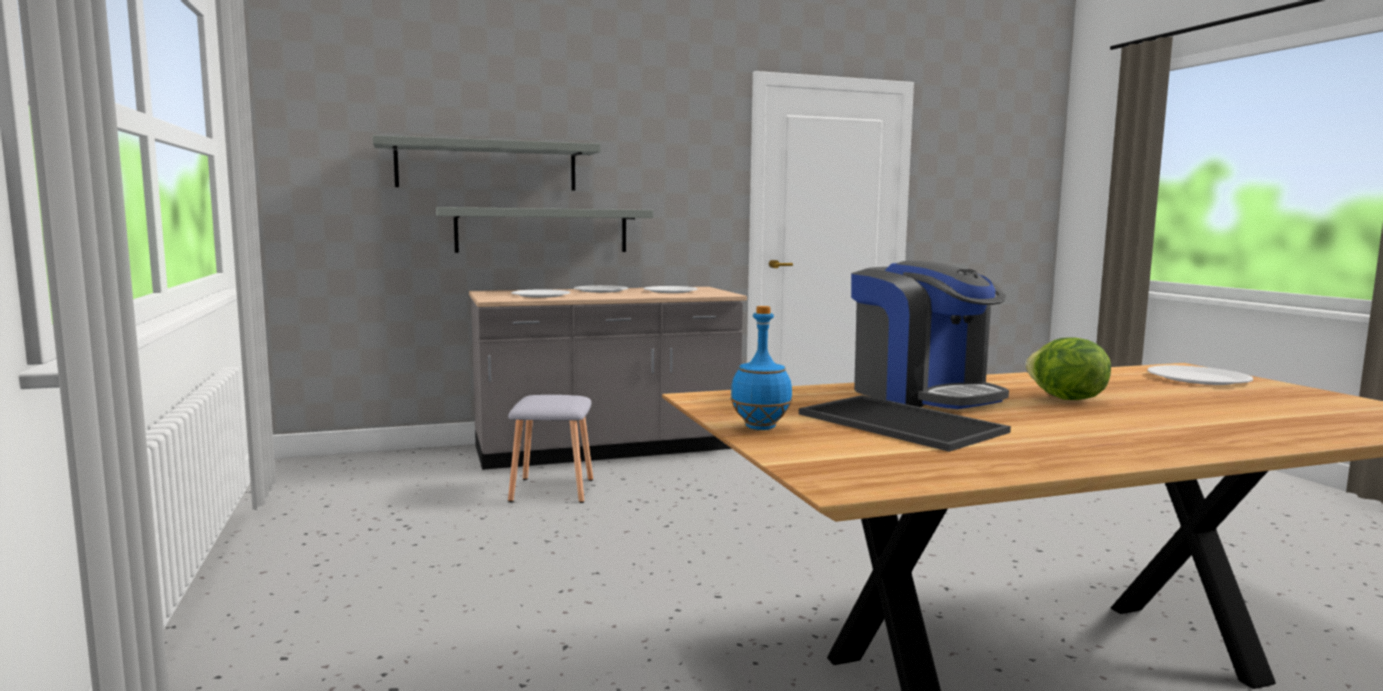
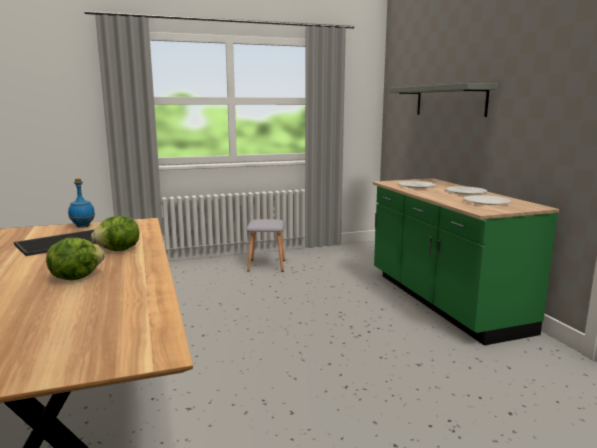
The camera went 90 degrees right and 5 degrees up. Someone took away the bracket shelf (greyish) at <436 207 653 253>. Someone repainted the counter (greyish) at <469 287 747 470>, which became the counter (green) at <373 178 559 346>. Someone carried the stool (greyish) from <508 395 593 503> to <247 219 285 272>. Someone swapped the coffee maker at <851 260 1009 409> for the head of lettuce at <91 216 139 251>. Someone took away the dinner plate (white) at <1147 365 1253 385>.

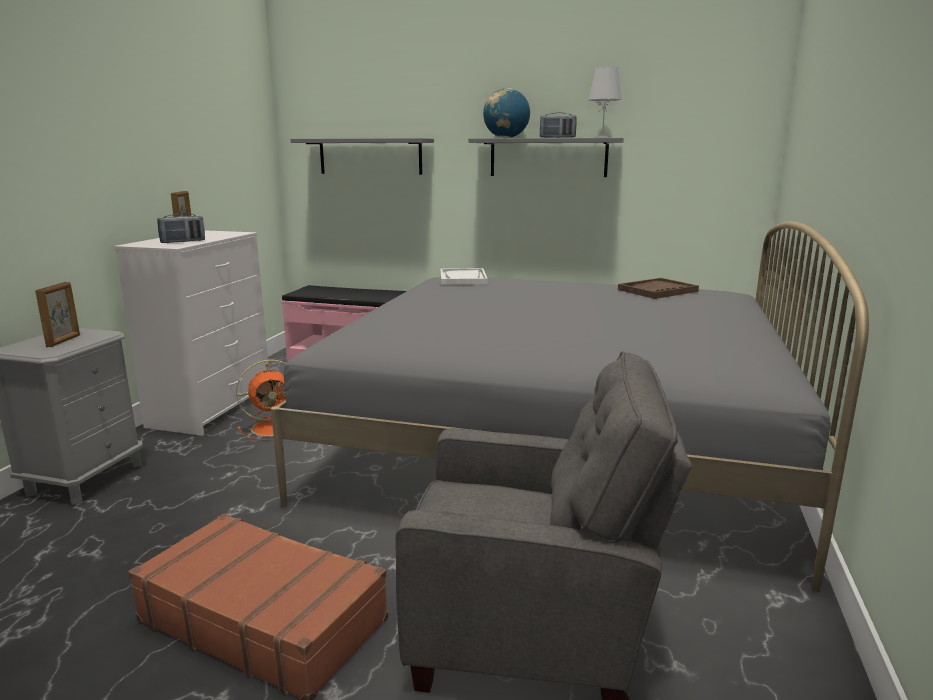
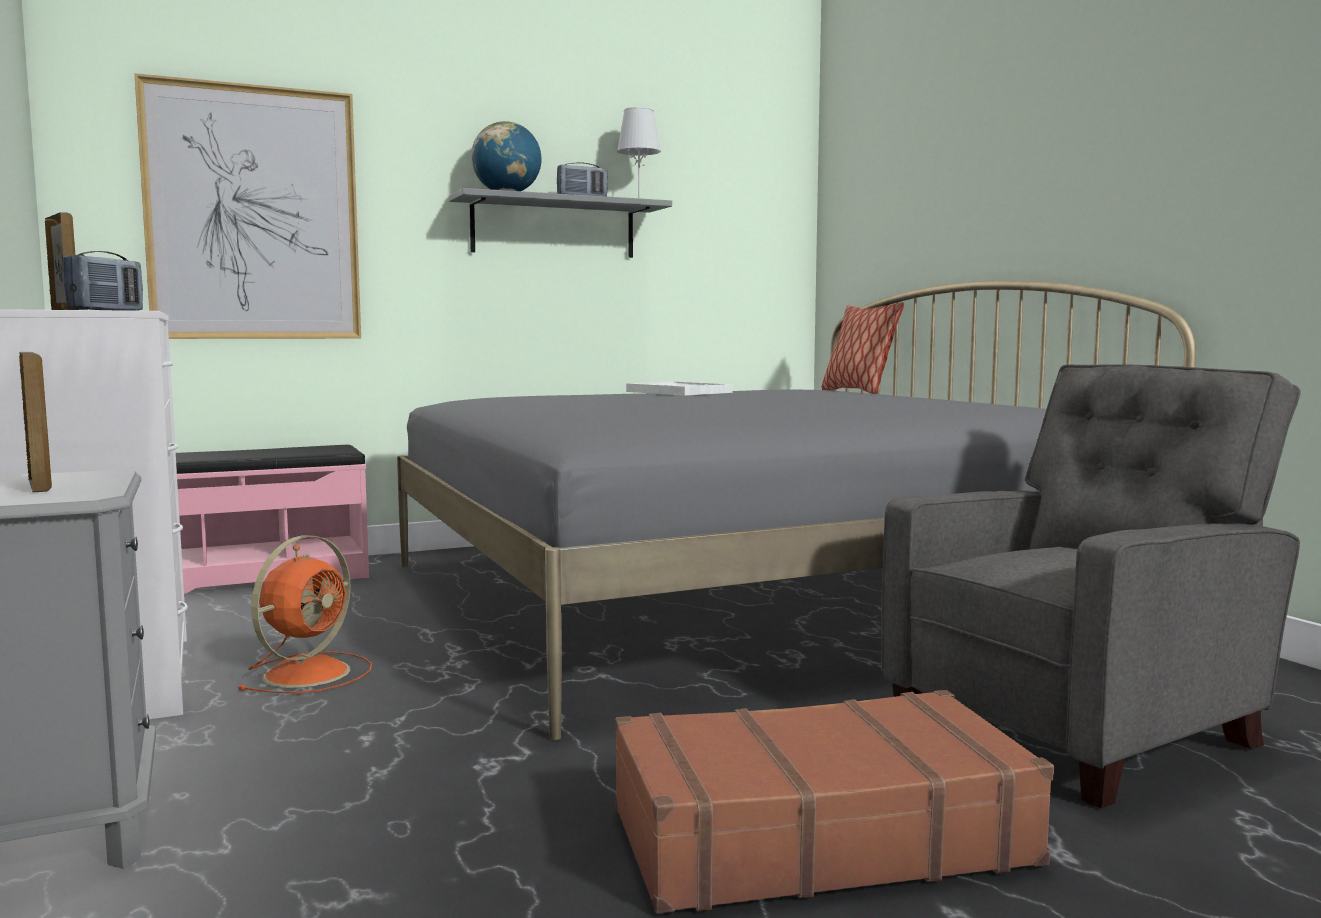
The camera went 40 degrees left and 10 degrees down. Someone swapped the bracket shelf (greyish) at <291 138 434 175> for the picture at <134 73 361 339>. Someone carried the tray (white) from <440 268 488 285> to <626 381 733 396>. Someone took away the tray (brown) at <618 278 699 299>. Someone put down the cushion at <821 302 904 394>.

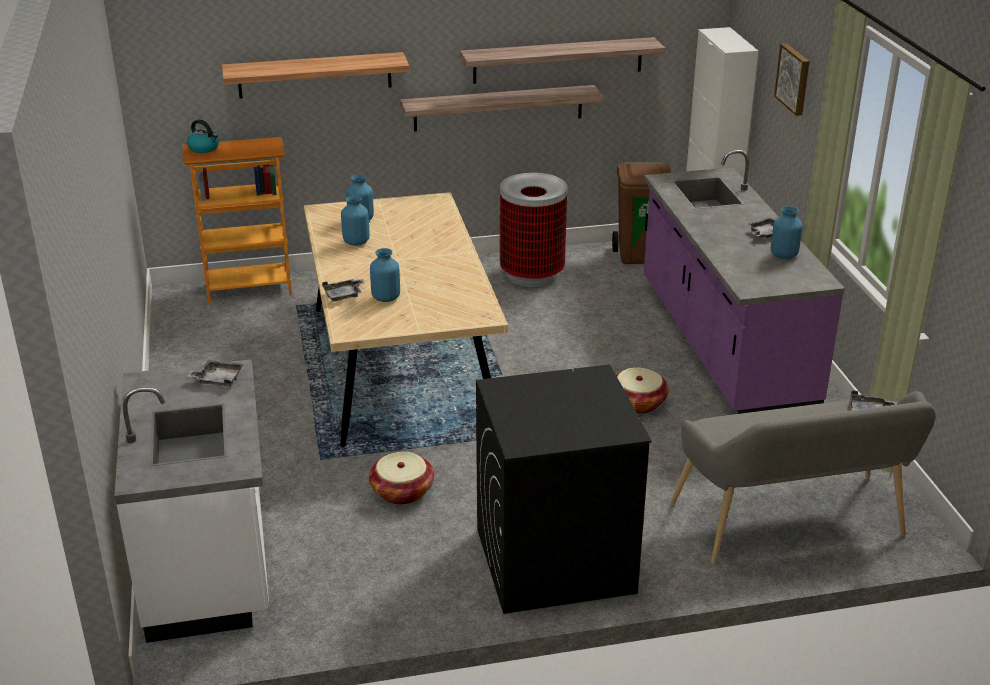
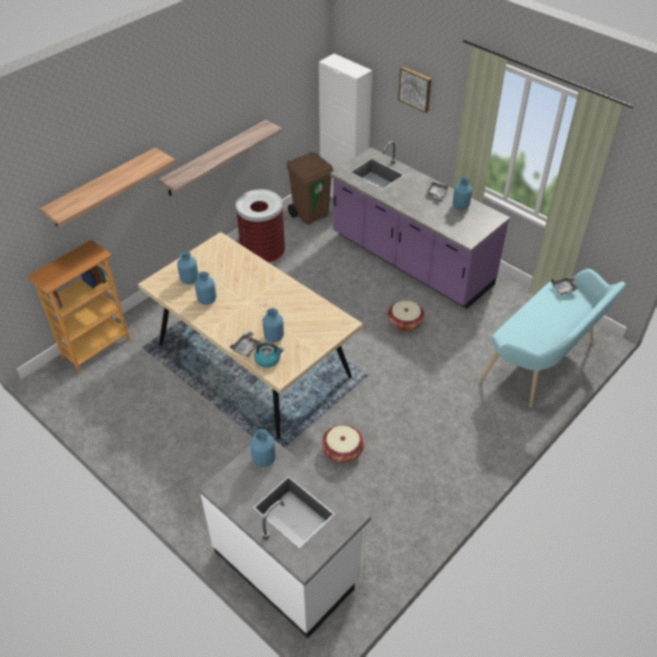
The camera went 35 degrees left and 15 degrees up. Someone carried the water kettle from <187 119 219 153> to <254 342 284 368>. Someone swapped the tray (greyish) at <187 360 244 387> for the flower vase (blue) at <250 429 276 467>. Someone took away the bracket shelf at <460 37 665 84>. Someone took away the washing machine (black-coloured) at <476 364 651 614>. Someone repainted the bench (greyish) at <670 391 936 564>, which became the bench (turquoise) at <480 269 626 408>.

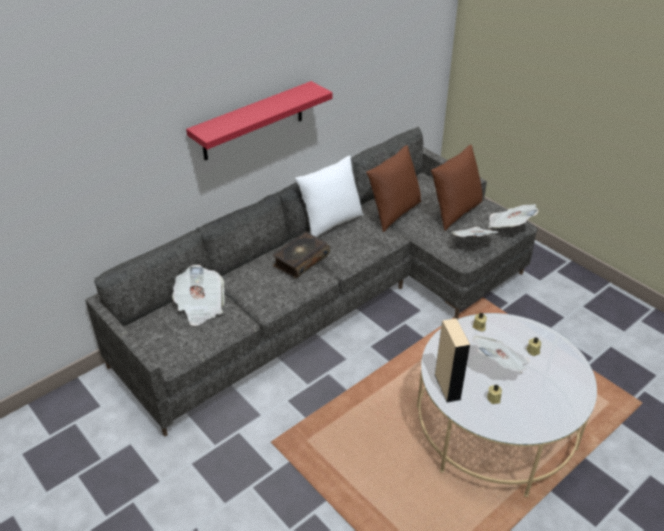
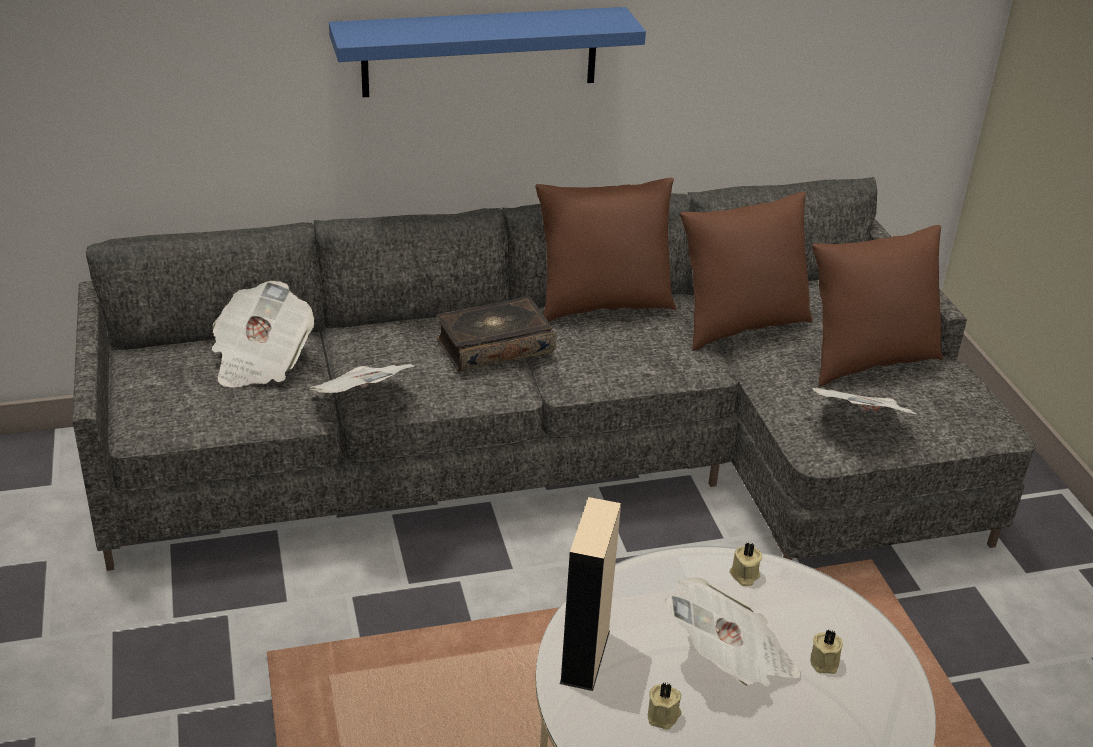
The camera went 25 degrees right and 5 degrees down. Someone repainted the bracket shelf (reddish) at <186 81 333 160>, which became the bracket shelf (blue) at <329 7 646 97>. Someone repainted the cushion (white) at <295 156 364 237>, which became the cushion (brown) at <535 178 676 322>. Someone carried the newspaper from <488 204 539 228> to <310 364 414 393>.

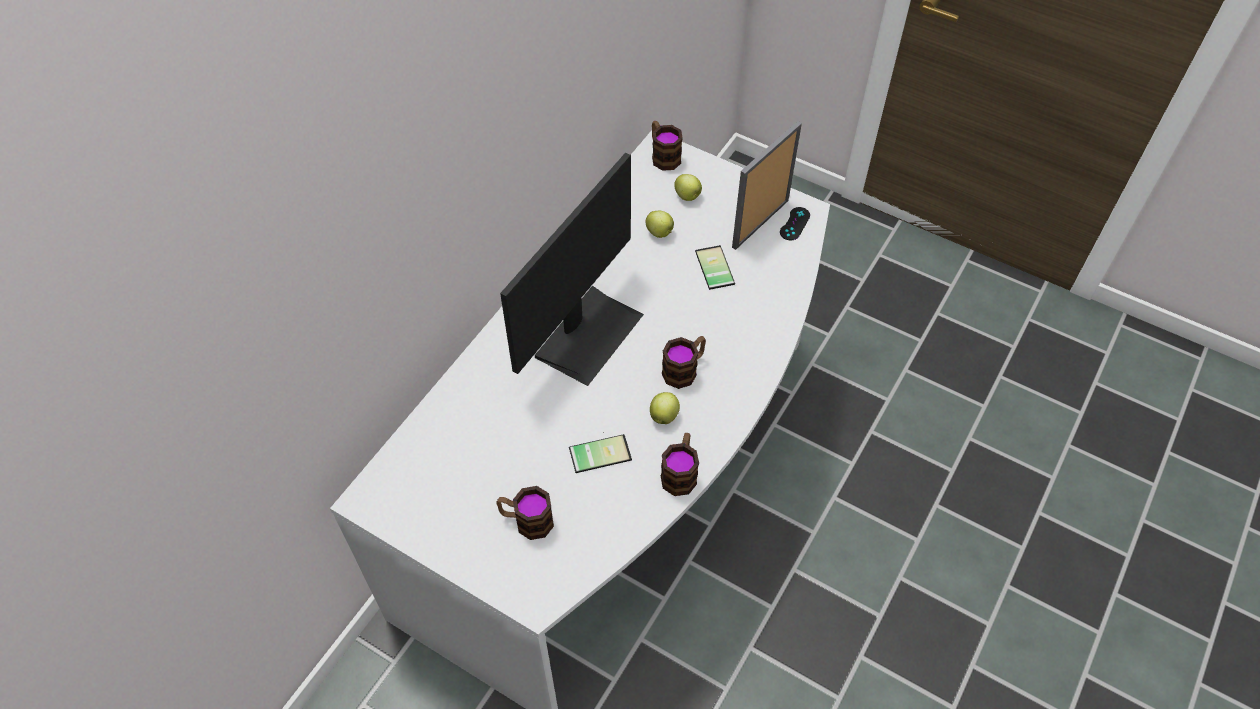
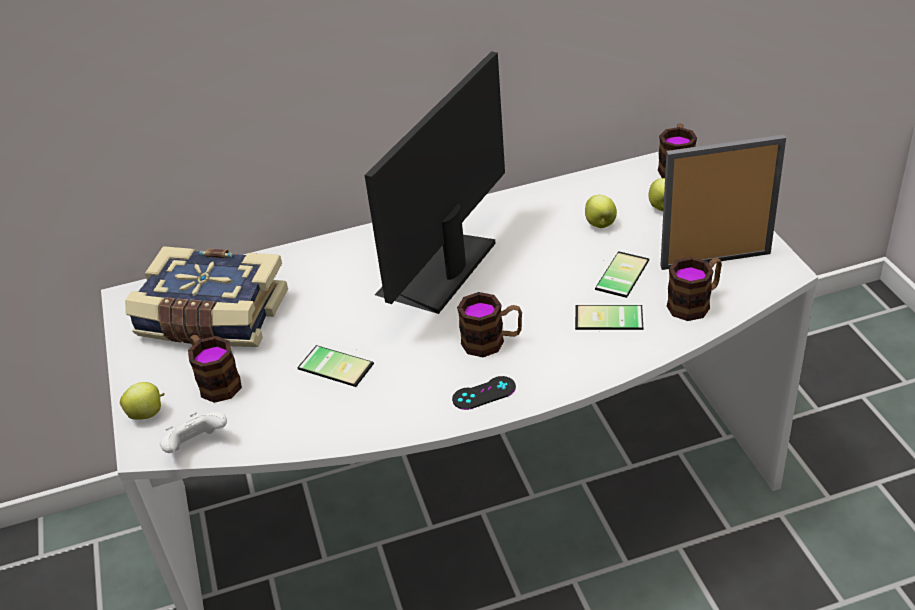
The camera went 45 degrees right and 15 degrees down. Someone rotated the computer display at <500 153 644 386> by 135 degrees clockwise. Someone carried the whole apple from <650 392 680 424> to <120 382 165 420>. Someone carried the coffee mug from <661 433 699 496> to <667 257 722 321>. Someone carried the joypad (black-coloured) from <780 207 810 240> to <452 376 516 410>. Someone put down the bound book at <125 246 288 347>. Someone put down the joypad (white) at <160 412 227 453>. Someone put down the handset at <575 305 643 330>.

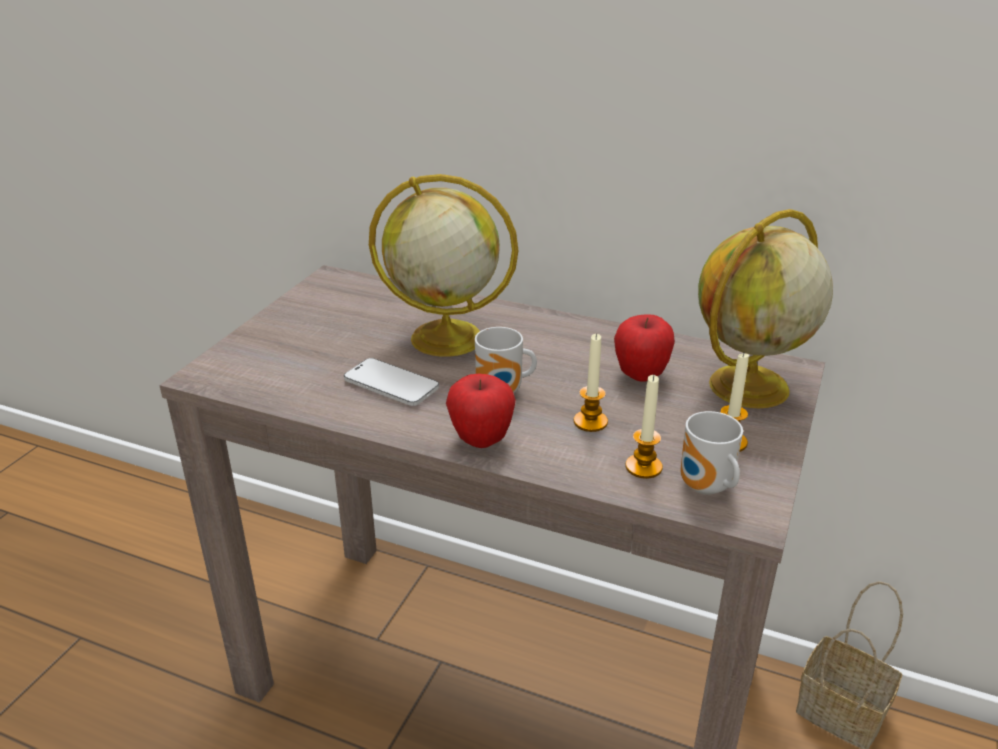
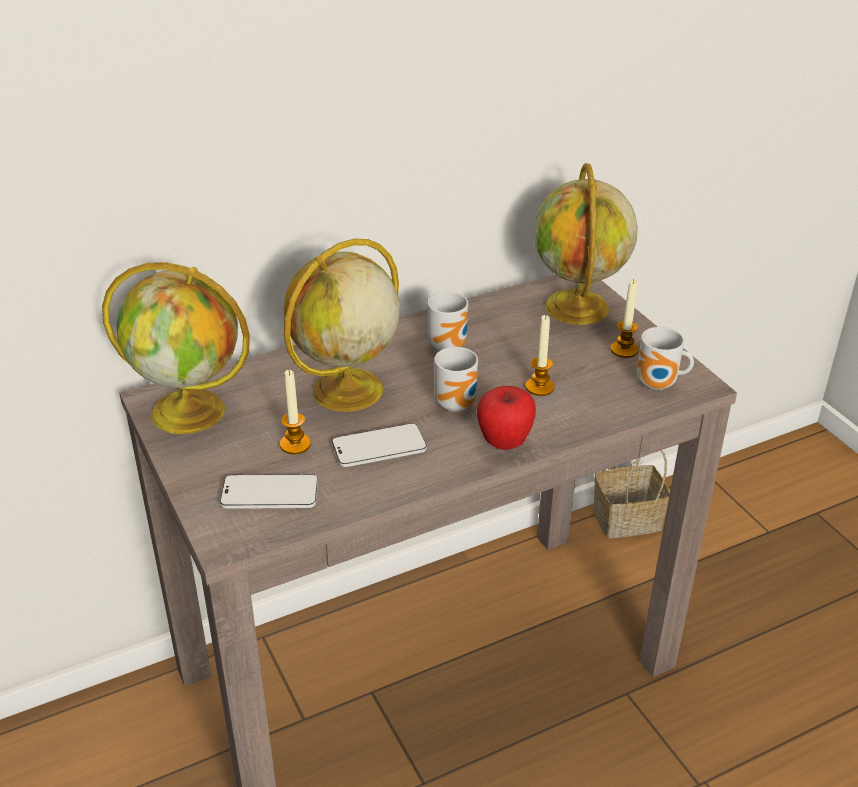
The camera went 50 degrees left and 5 degrees up. Someone took away the whole apple at <614 314 675 382>. Someone carried the wax candle from <625 375 663 479> to <280 370 311 455>. Someone put down the world globe at <102 262 250 434>. Someone put down the handset at <220 474 318 509>. Someone put down the coffee mug at <428 292 468 351>.

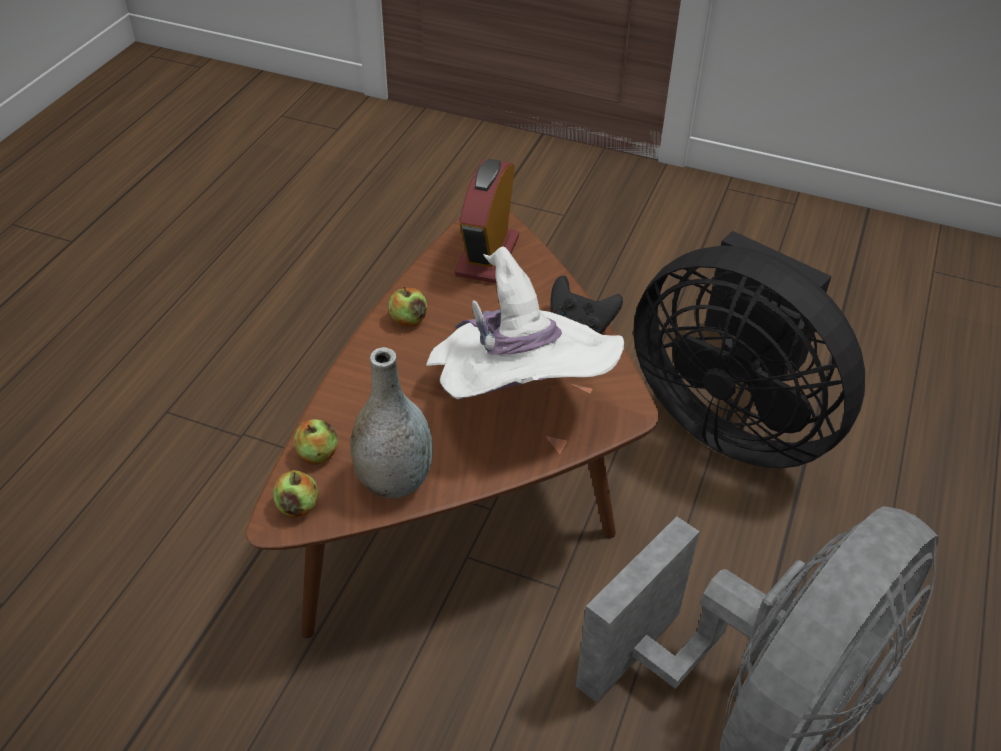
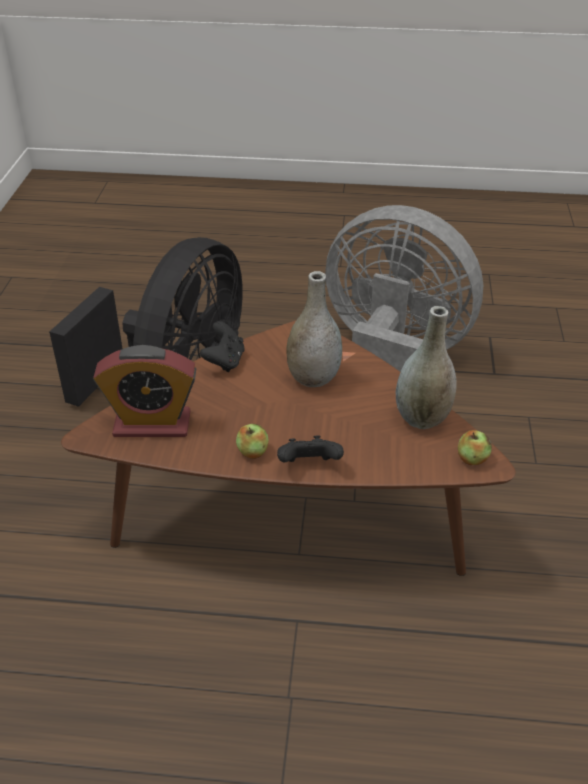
The camera went 105 degrees left and 5 degrees down. Someone took away the whole apple at <294 419 338 464>. Someone swapped the clothing hat (white) at <426 247 624 400> for the flower vase (greyish) at <286 271 342 387>. Someone put down the joypad (black-coloured) at <277 435 344 462>.

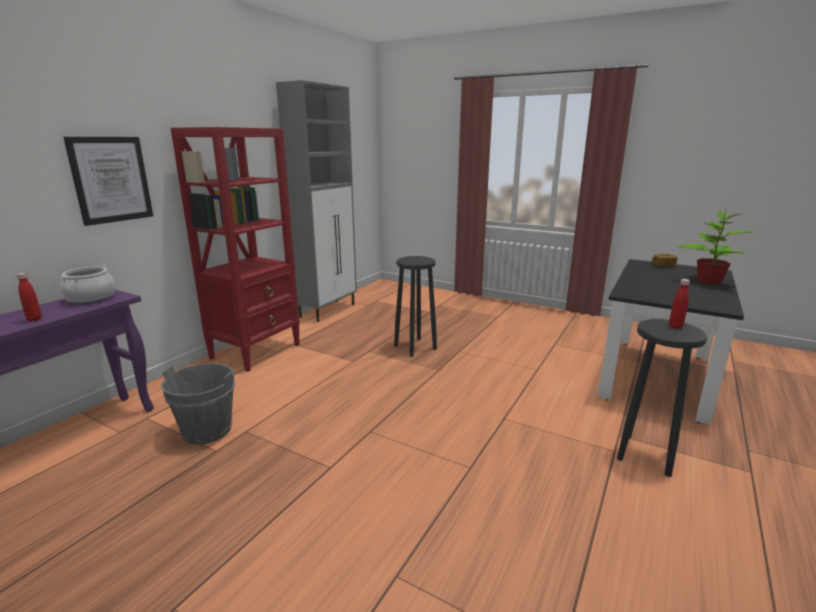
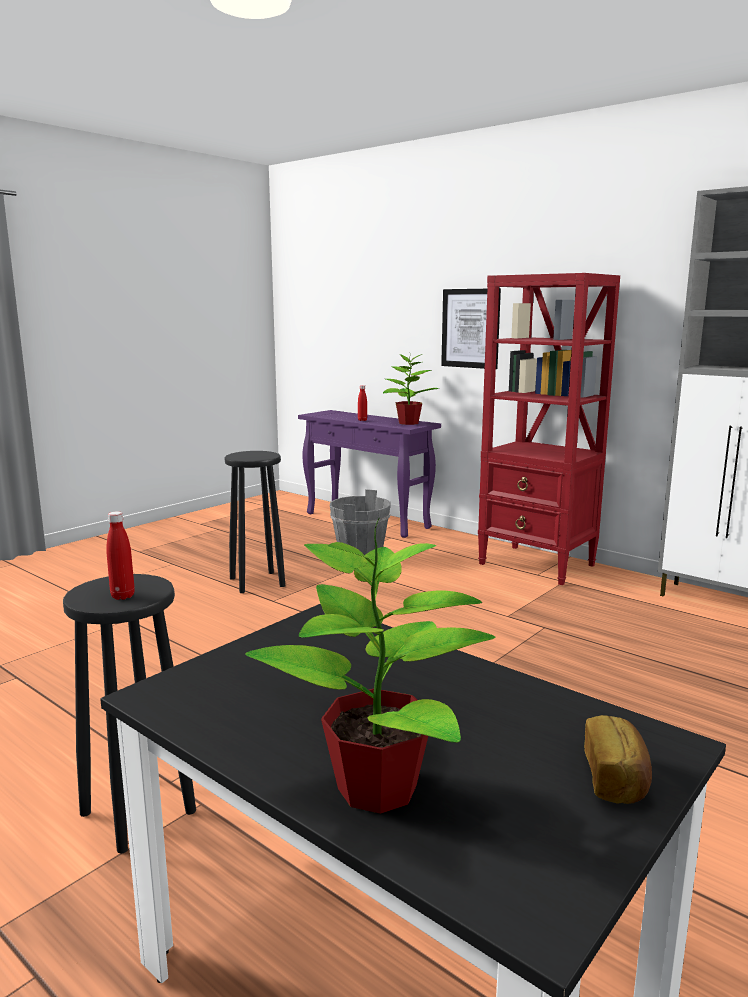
The camera went 100 degrees right and 5 degrees down. Someone swapped the saucepot at <60 264 115 304> for the houseplant at <383 354 440 425>. Someone carried the stool (black-coloured) from <394 256 437 357> to <225 451 285 593>.

